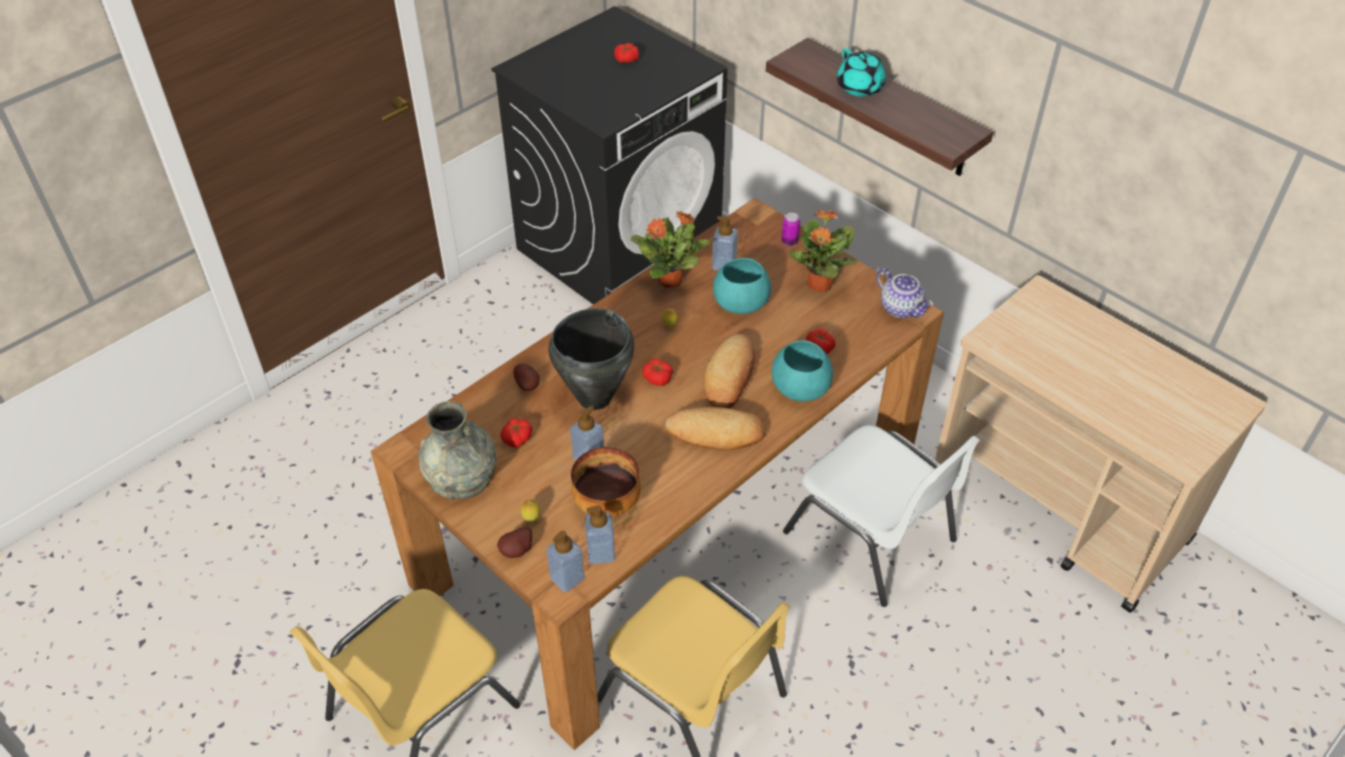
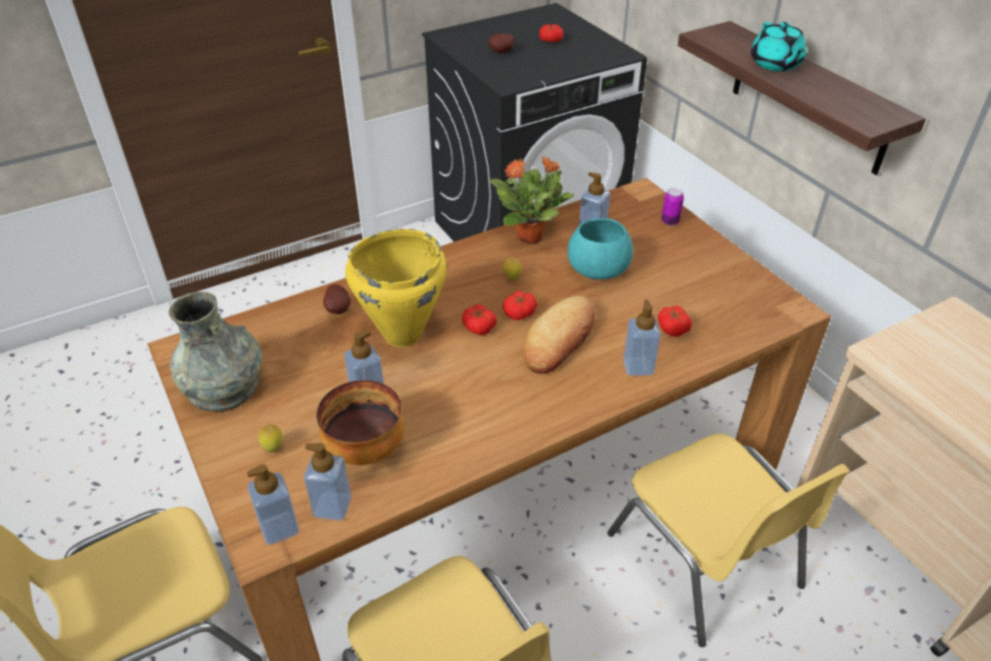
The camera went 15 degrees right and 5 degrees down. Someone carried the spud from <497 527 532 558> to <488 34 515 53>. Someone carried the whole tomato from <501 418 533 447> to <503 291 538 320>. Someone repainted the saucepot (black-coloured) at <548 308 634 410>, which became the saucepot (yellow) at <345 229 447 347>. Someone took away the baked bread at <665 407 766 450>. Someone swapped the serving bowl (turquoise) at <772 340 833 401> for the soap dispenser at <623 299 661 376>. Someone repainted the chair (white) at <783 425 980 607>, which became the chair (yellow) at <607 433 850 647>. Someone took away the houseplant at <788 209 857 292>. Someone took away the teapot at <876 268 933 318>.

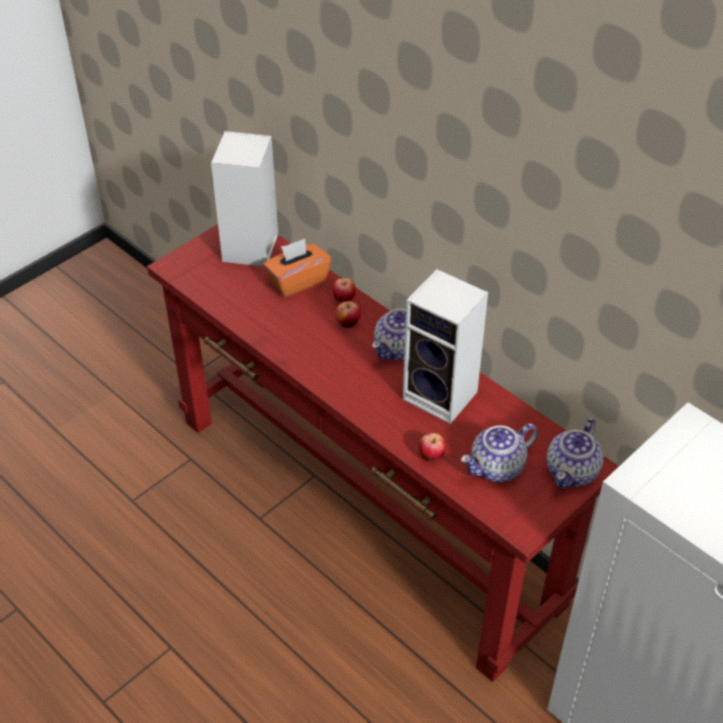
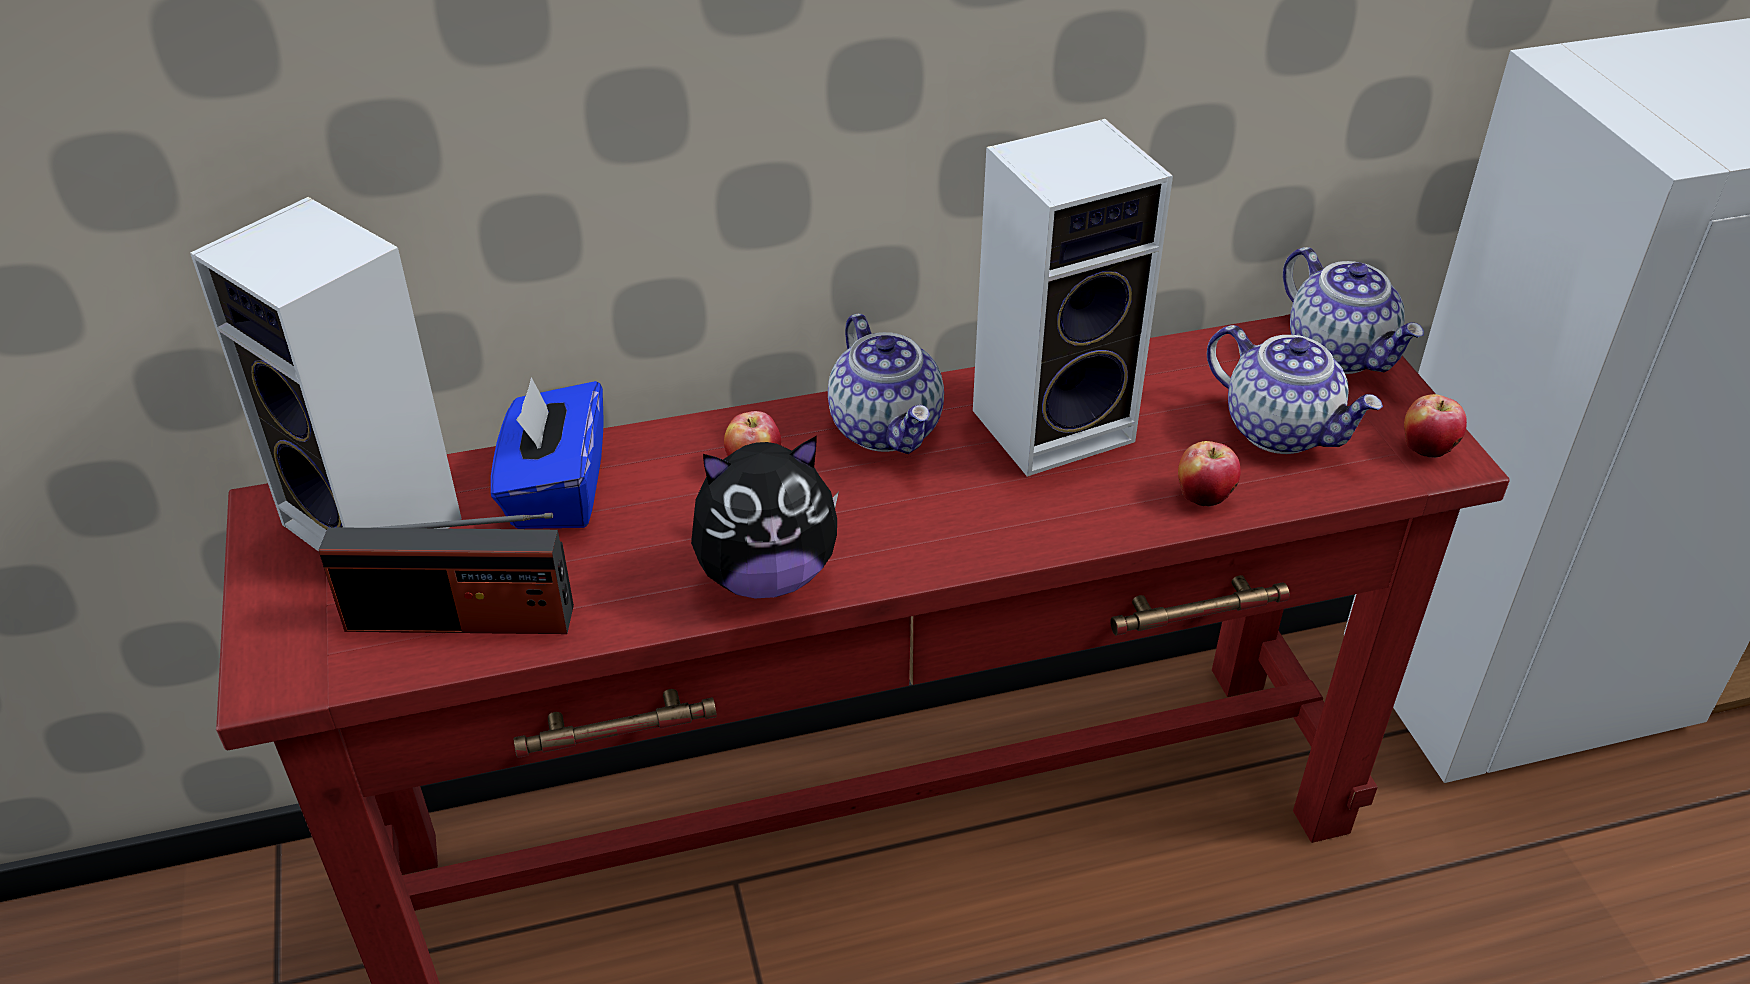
The camera went 60 degrees left and 5 degrees down. Someone repainted the box of tissues (orangey) at <263 239 331 297>, which became the box of tissues (blue) at <491 377 604 529>. Someone carried the whole apple from <333 278 355 303> to <1404 394 1467 458>. Someone rotated the teapot at <461 423 538 482> by 45 degrees counterclockwise. Someone put down the radio at <319 513 574 634>. Someone put down the soft toy at <691 436 839 598>.

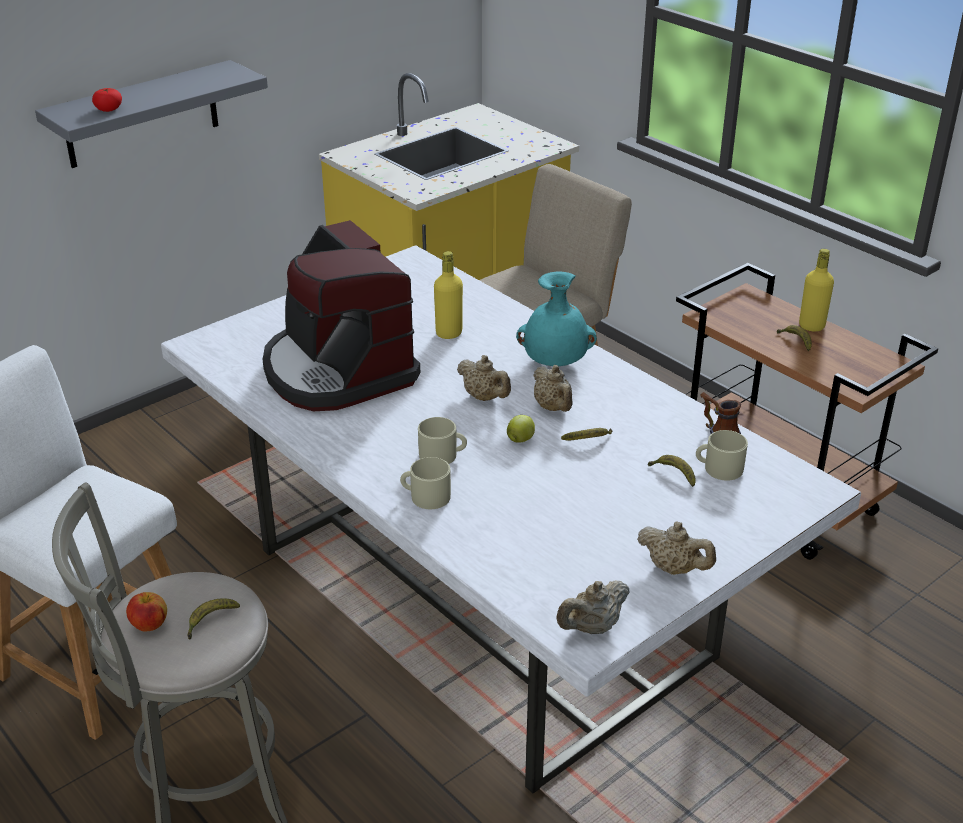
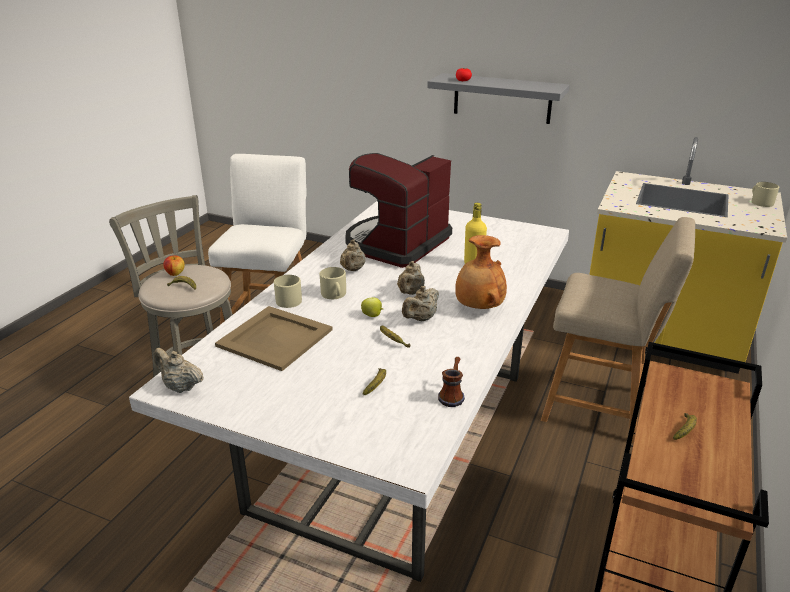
The camera went 65 degrees right and 5 degrees down. Someone repainted the flower vase (turquoise) at <516 271 597 366>, which became the flower vase (brown) at <455 235 507 309>. Someone carried the teapot (sand-coloured) from <637 521 716 575> to <340 239 366 271>. Someone carried the coffee mug (sand-coloured) from <696 430 748 481> to <751 182 779 207>. Someone took away the beverage bottle (yellow) at <799 249 834 331>. Someone put down the tray (sand-coloured) at <215 306 333 371>.

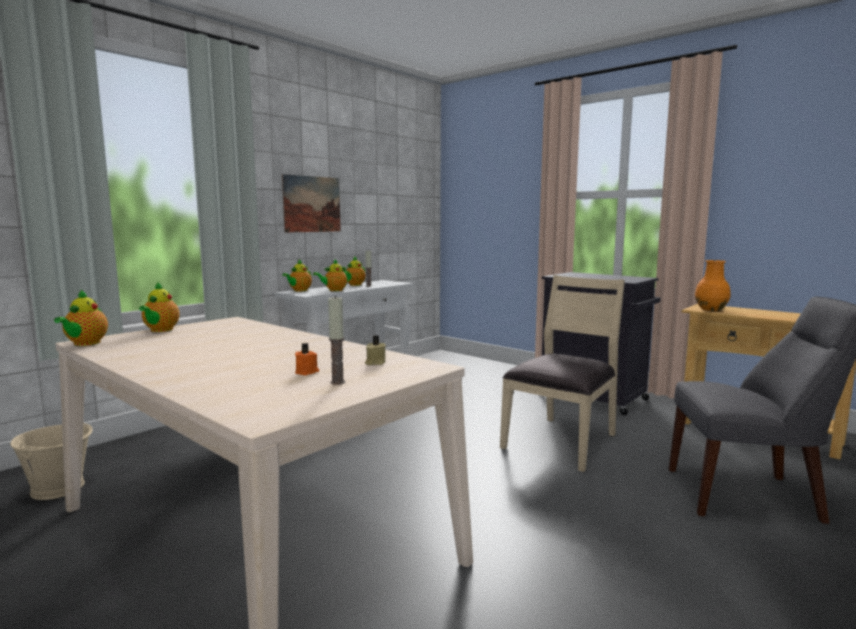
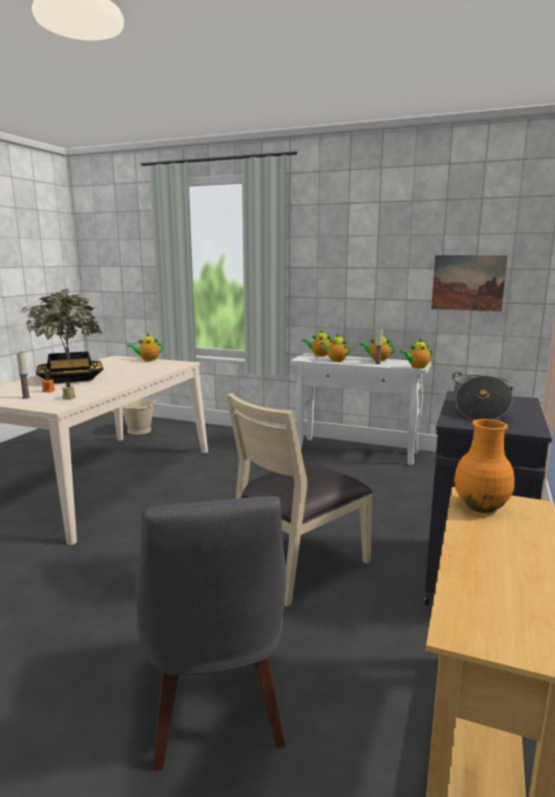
The camera went 70 degrees right and 5 degrees up. Someone carried the teapot from <54 289 108 346> to <400 337 433 369>. Someone carried the picture from <282 174 341 233> to <431 255 508 311>. Someone rotated the chair (sand-coloured) at <500 275 625 472> by 120 degrees clockwise. Someone put down the houseplant at <21 289 104 384>. Someone put down the saucepot at <453 372 513 420>.

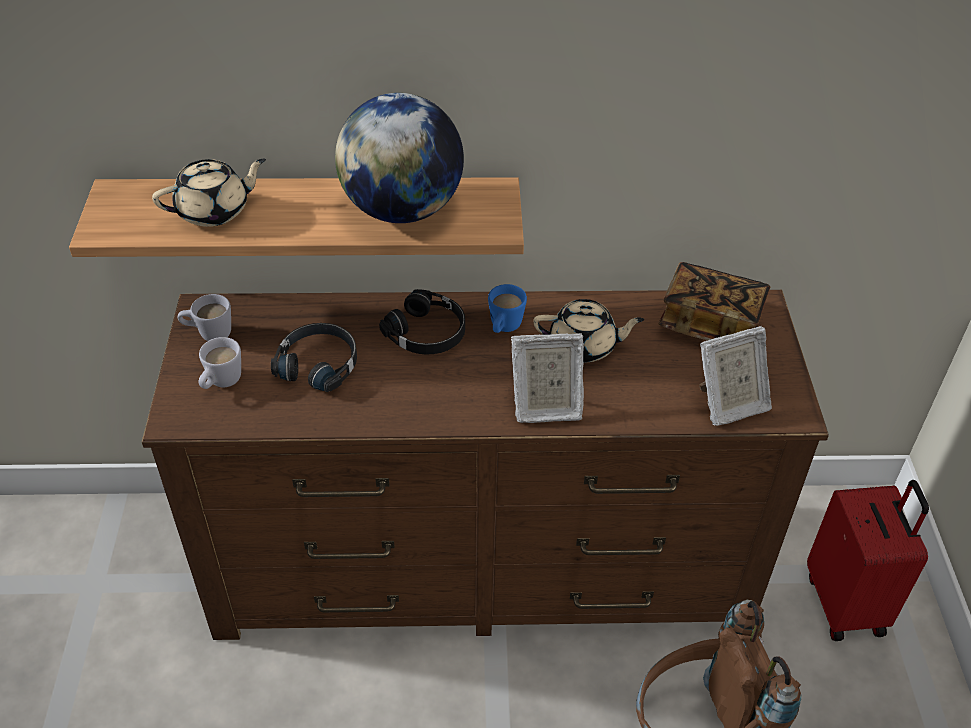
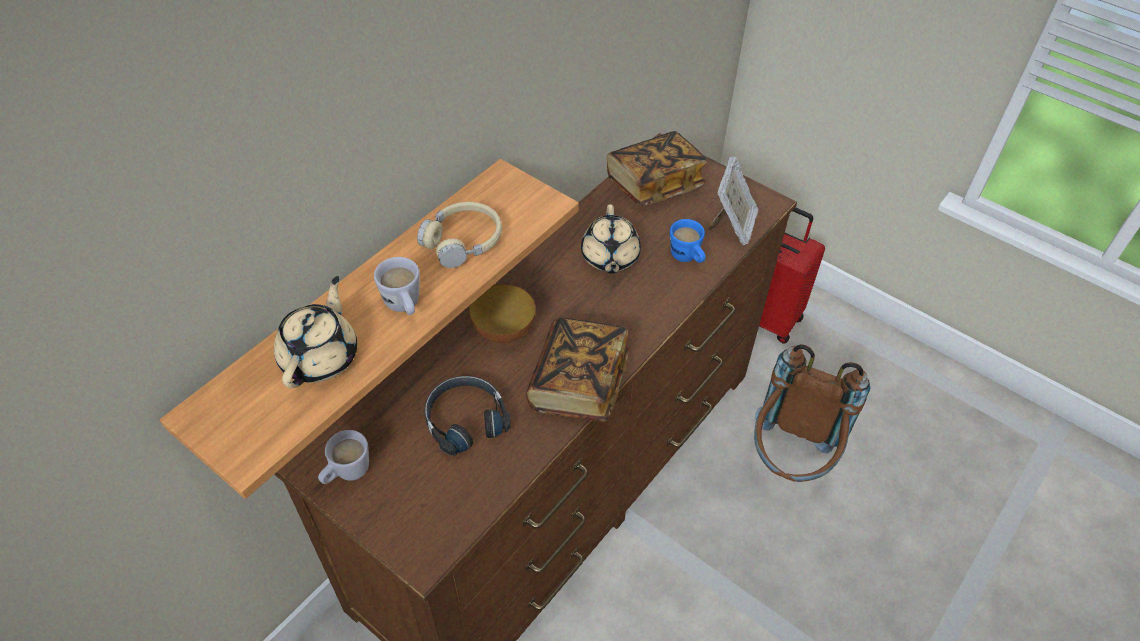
The camera went 50 degrees left and 5 degrees up. Someone carried the coffee mug (white) from <199 337 241 389> to <374 257 420 315>. Someone swapped the world globe at <335 93 464 223> for the headset (sand-coloured) at <417 202 502 268>. Someone swapped the headset (black-coloured) at <379 289 465 355> for the serving bowl at <469 284 536 343>. Someone carried the coffee mug (blue) from <488 284 527 333> to <670 219 705 263>. Someone took away the photo frame at <511 333 584 423>. Someone rotated the teapot (sand-coloured) at <533 299 644 362> by 135 degrees clockwise. Someone put down the bound book at <526 317 629 422>.

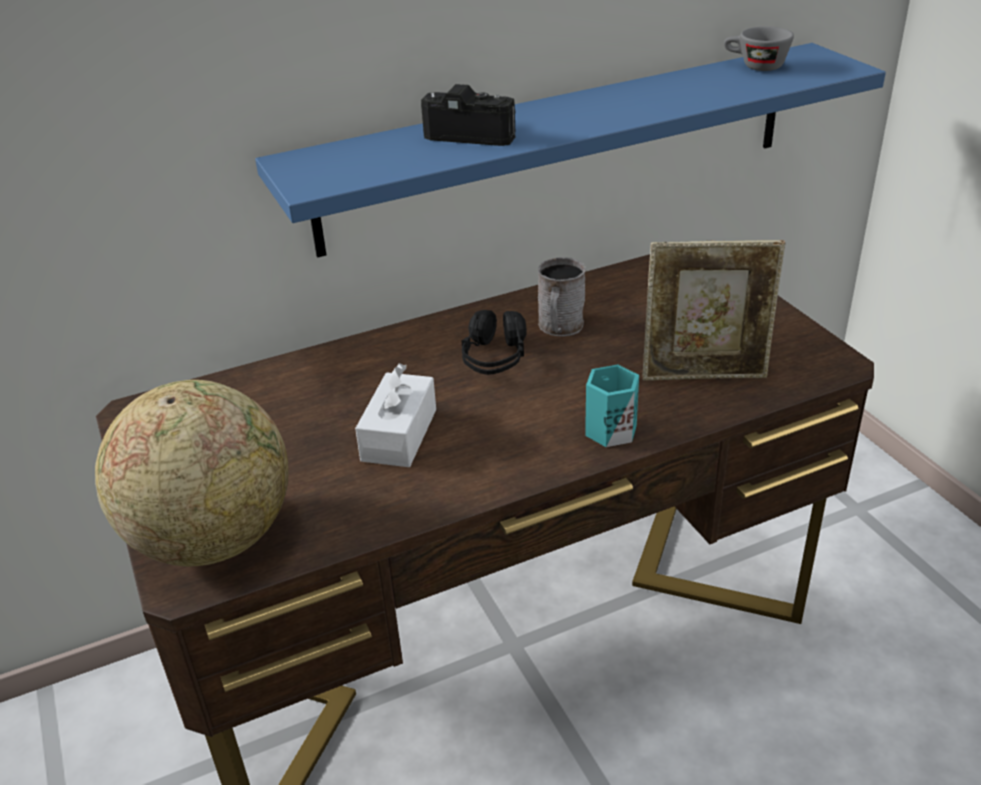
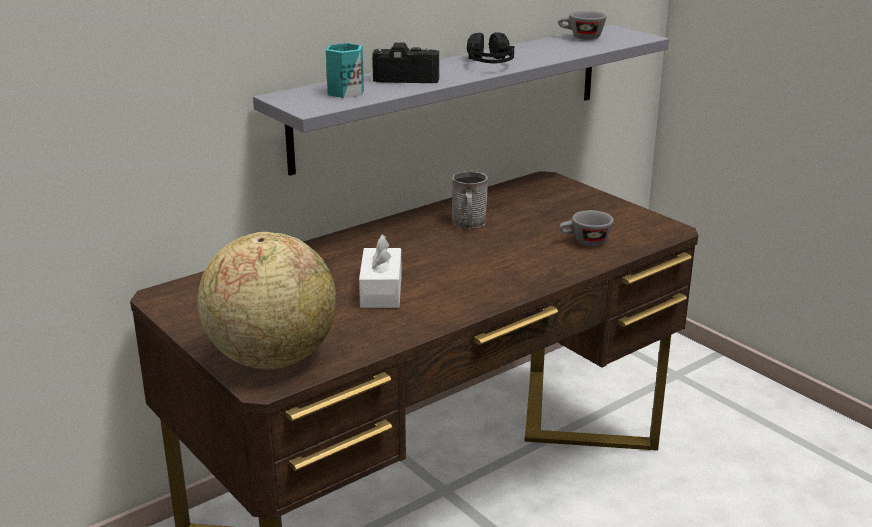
The camera went 15 degrees left and 10 degrees down. Someone repainted the bracket shelf (blue) at <255 43 886 257>, which became the bracket shelf (greyish) at <253 25 669 176>. Someone carried the headset (black-coloured) from <462 310 527 375> to <467 32 514 64>. Someone carried the coffee mug (turquoise) from <585 365 639 447> to <326 43 364 98>. Someone swapped the photo frame at <642 240 786 381> for the small cup (greyish) at <559 210 614 246>.

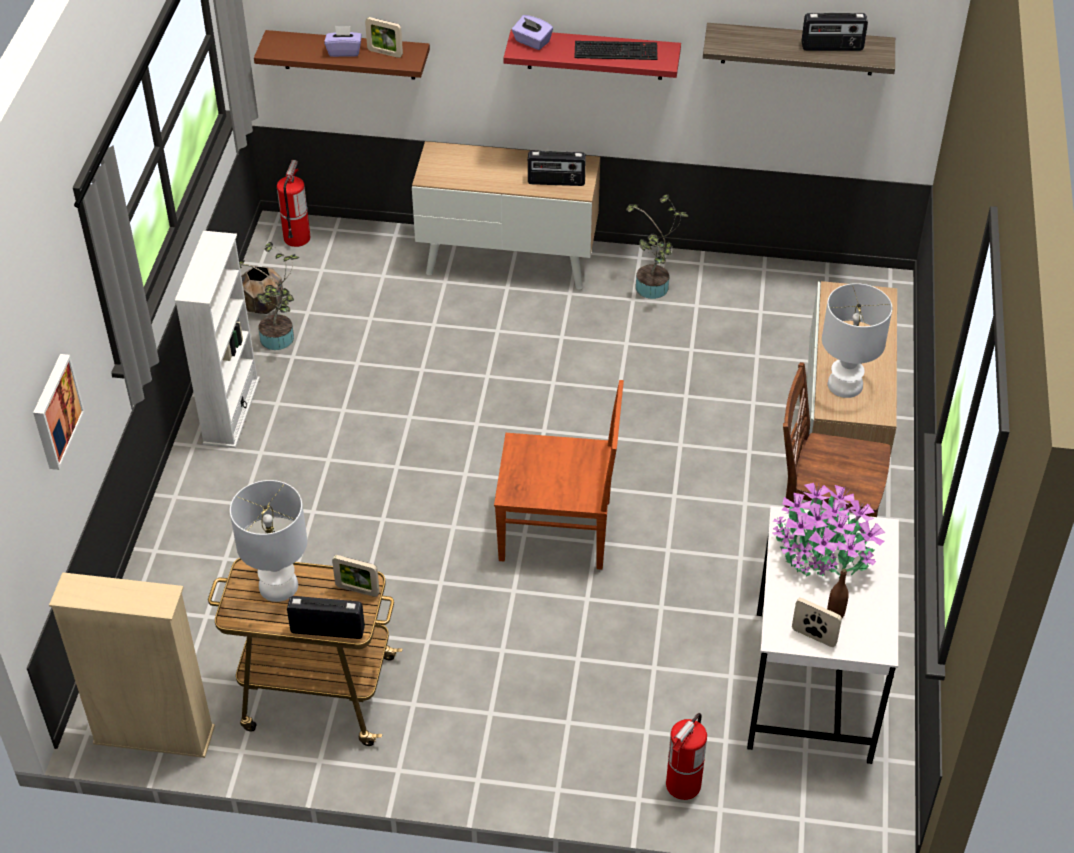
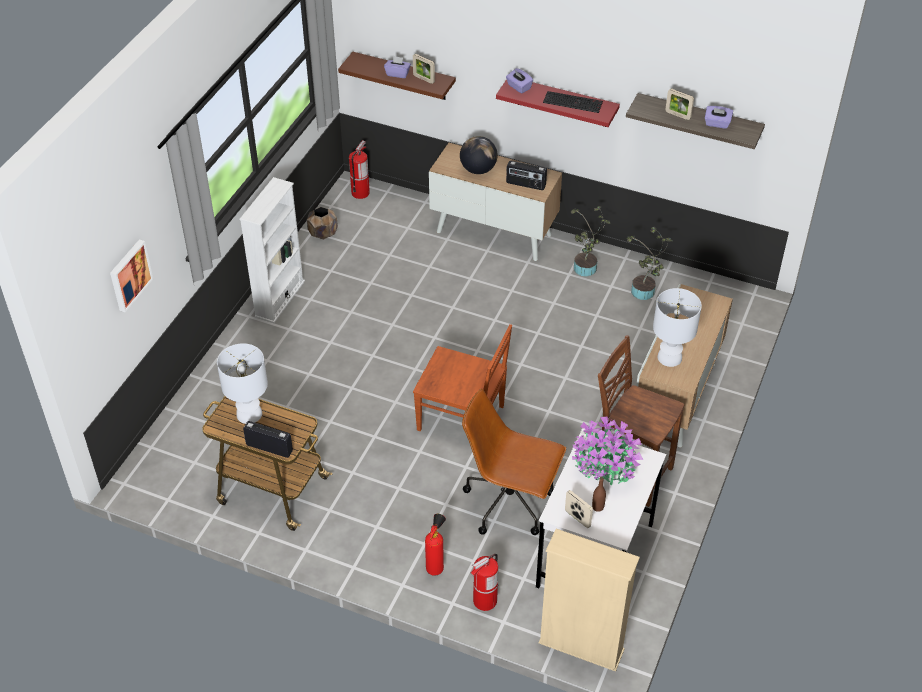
The camera went 15 degrees right and 0 degrees up. Someone carried the shelving unit (sand-coloured) from <49 572 215 758> to <539 529 640 672>. Someone carried the houseplant from <239 242 299 350> to <627 227 673 300>. Someone carried the photo frame from <332 555 380 597> to <665 89 694 120>. Someone swapped the radio at <801 13 868 51> for the box of tissues (purple) at <705 106 733 129>. Someone put down the fire extinguisher at <425 514 446 576>. Someone put down the world globe at <460 136 498 174>. Someone put down the computer chair (brown) at <462 389 566 535>.

